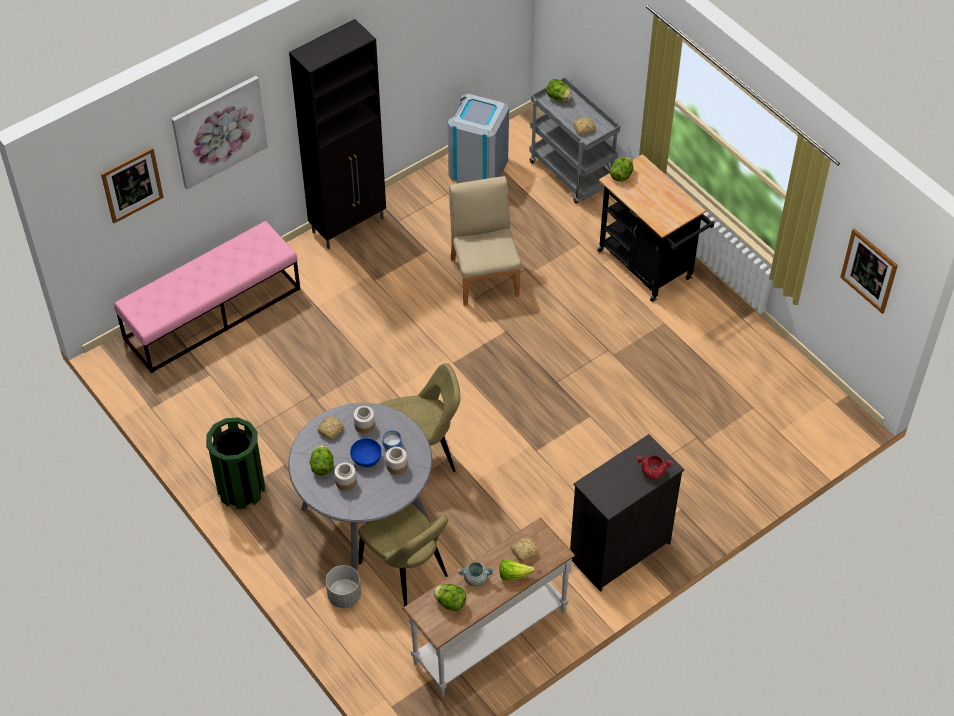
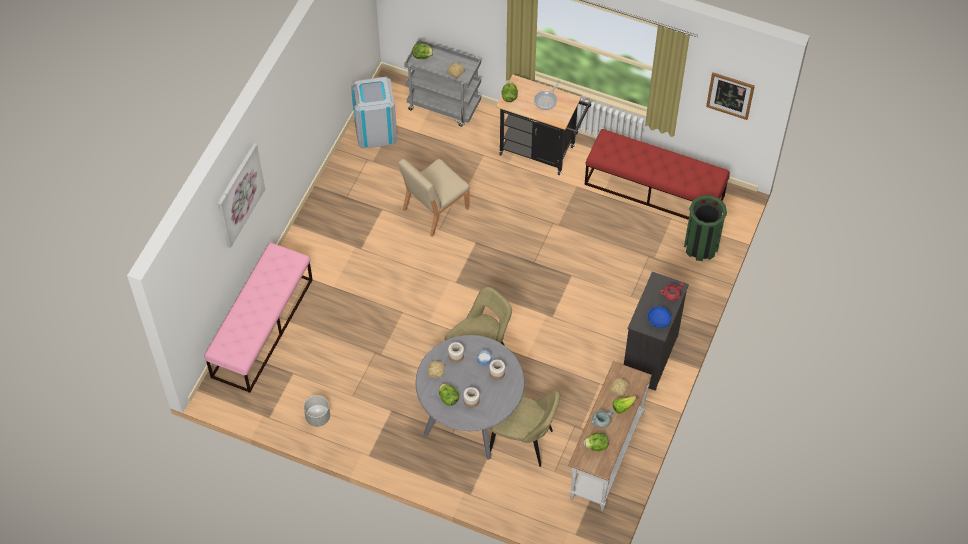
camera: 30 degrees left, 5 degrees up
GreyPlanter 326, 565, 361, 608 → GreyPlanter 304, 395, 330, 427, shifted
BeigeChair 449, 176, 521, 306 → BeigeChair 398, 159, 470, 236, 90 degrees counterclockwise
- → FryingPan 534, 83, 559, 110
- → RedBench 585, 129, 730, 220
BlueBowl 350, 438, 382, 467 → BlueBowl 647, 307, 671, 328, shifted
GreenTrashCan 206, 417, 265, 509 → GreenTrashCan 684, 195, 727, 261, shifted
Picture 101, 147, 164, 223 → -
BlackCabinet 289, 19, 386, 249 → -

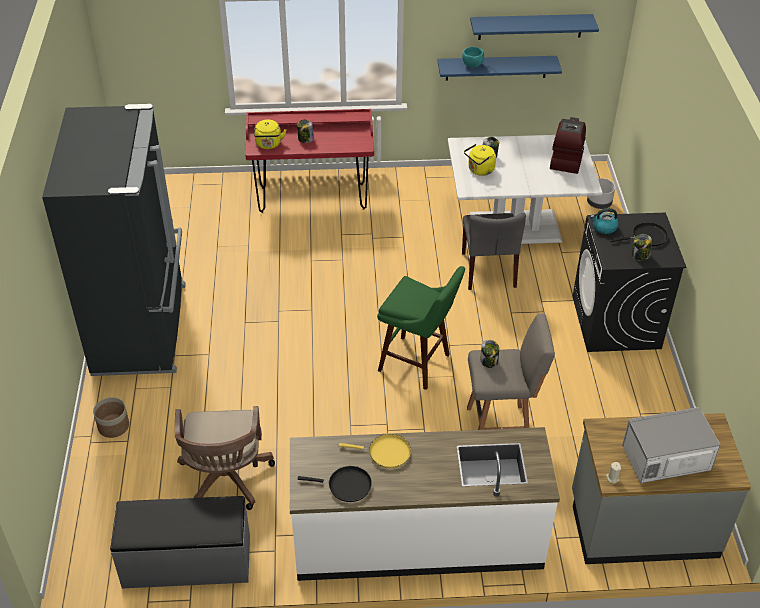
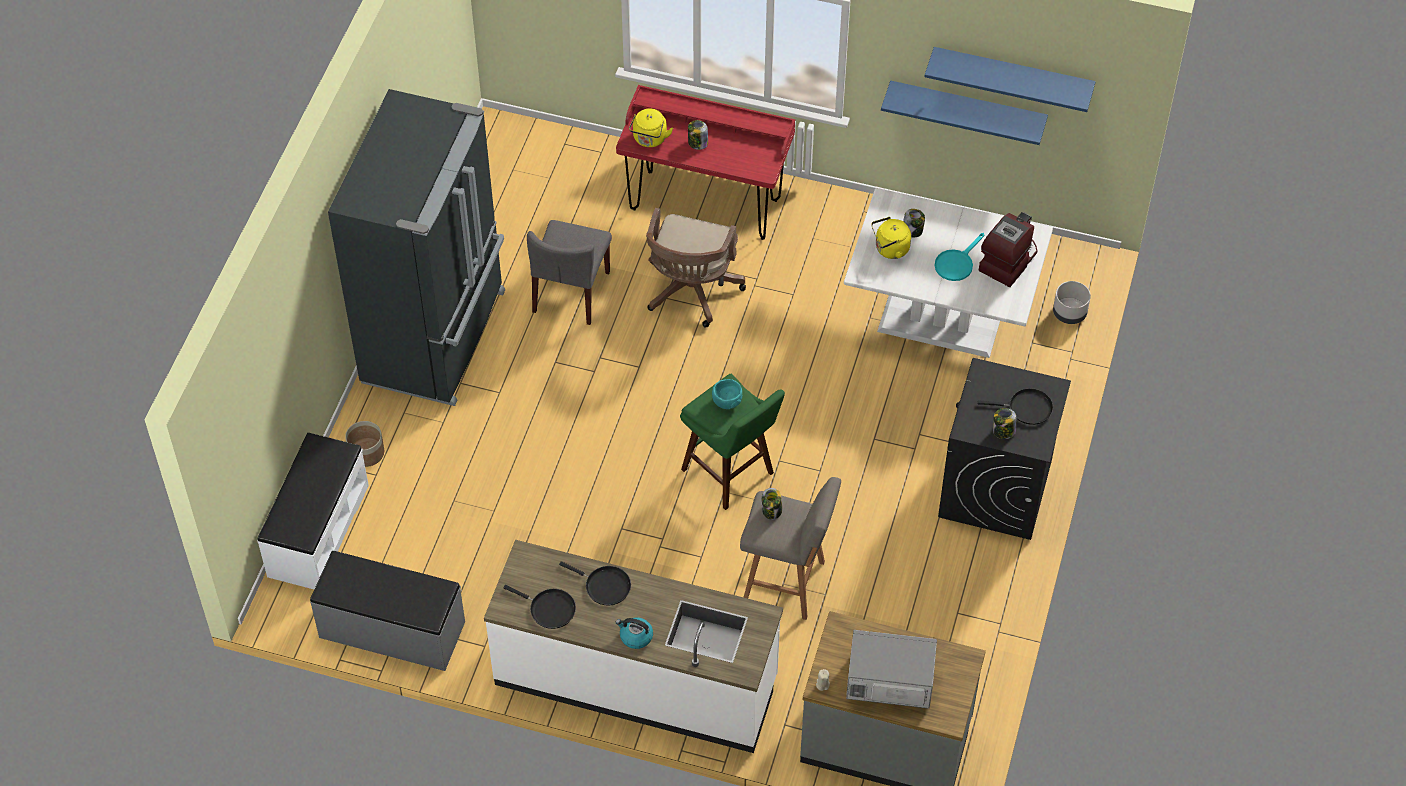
camera: 20 degrees right, 10 degrees up
- → WhiteBench 257, 433, 369, 589
GreyChair 462, 212, 526, 290 → GreyChair 527, 220, 612, 325, shifted
YellowFryingPan 339, 434, 411, 469 → BlackFryingPan 559, 561, 631, 606
Kettle 590, 208, 619, 234 → Kettle 616, 618, 653, 649, shifted
BrownOfficeChair 175, 406, 275, 510 → BrownOfficeChair 646, 208, 746, 328, shifted
TurquoiseBowl 462, 47, 484, 67 → TurquoiseBowl 712, 379, 742, 409, shifted
- → TurquoiseFryingPan 934, 233, 984, 281

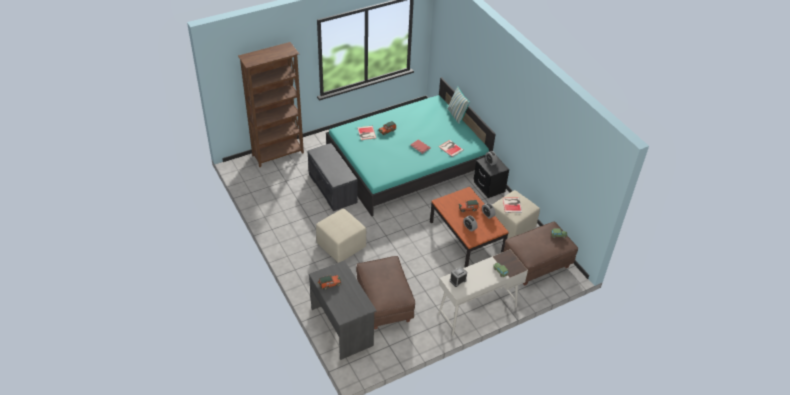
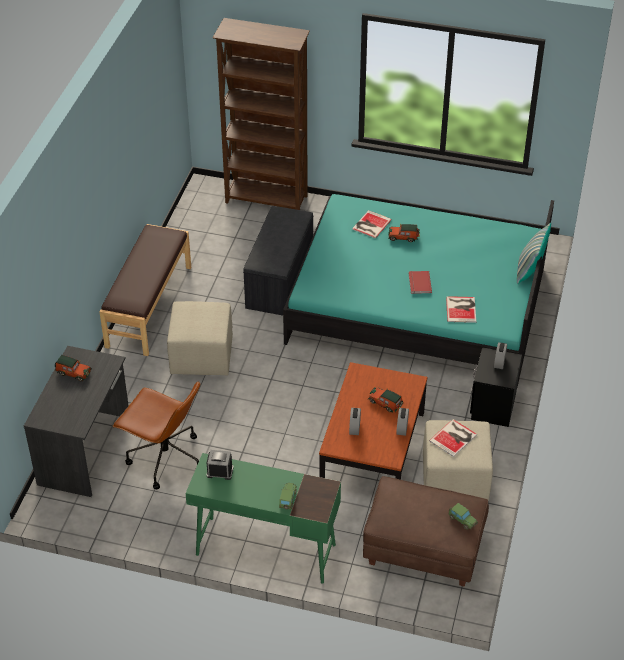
camera: 45 degrees right, 0 degrees up
- → BrownBench 99, 224, 191, 356
BrownOttoman 356, 256, 415, 329 → BrownOfficeChair 113, 381, 200, 489
WhiteDesk 438, 249, 528, 335 → GreenDesk 186, 453, 341, 584

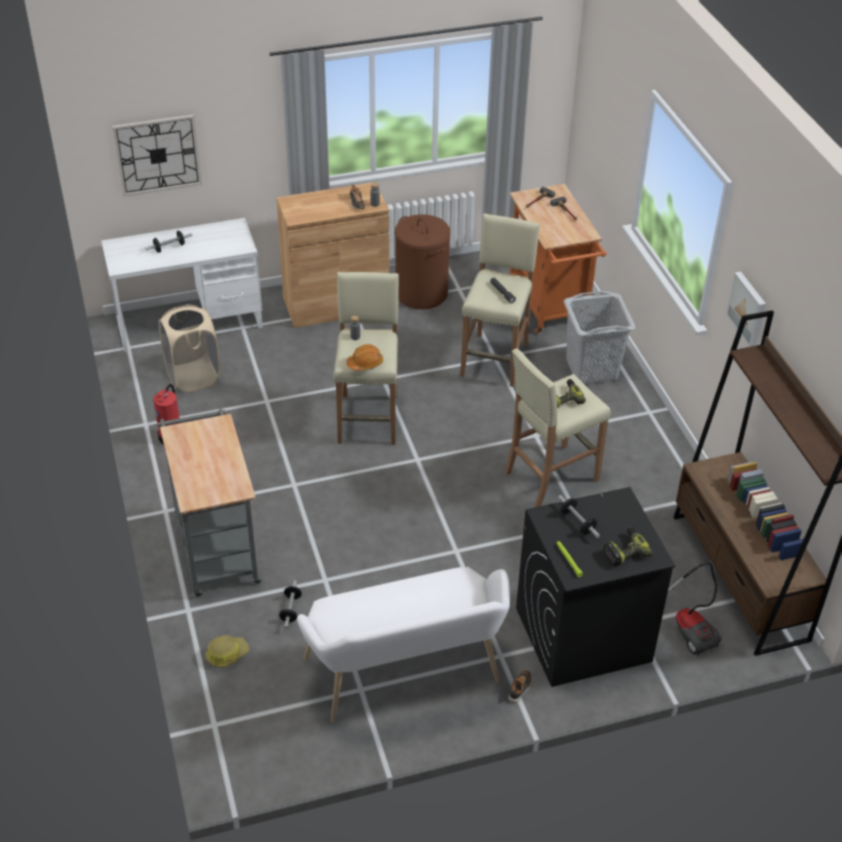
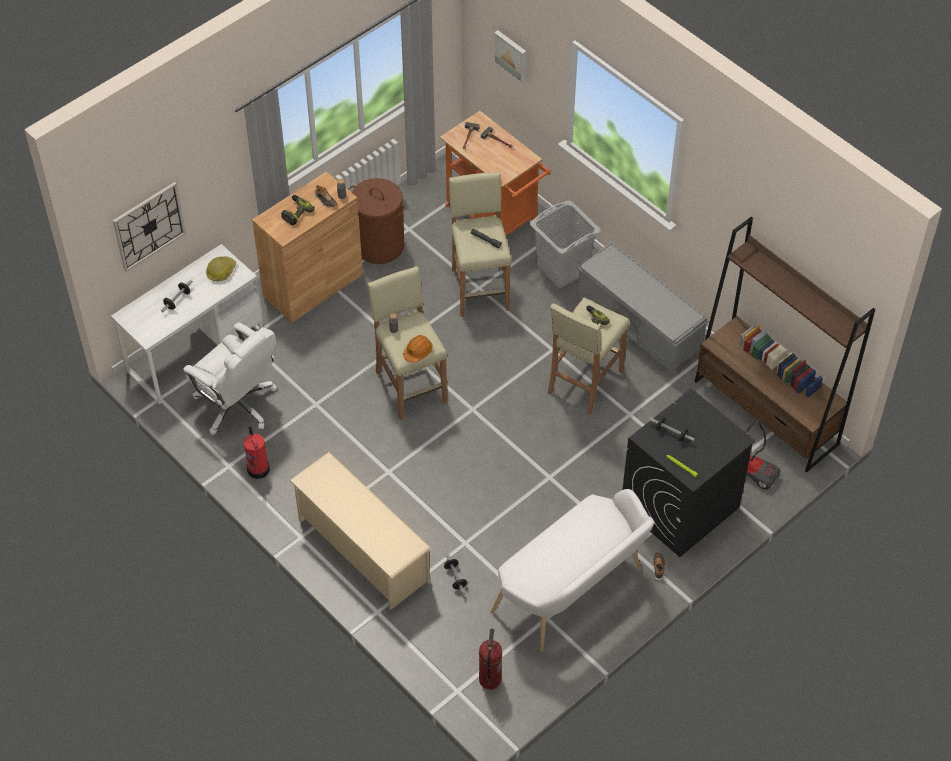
camera: 25 degrees left, 10 degrees up
BeigeLaundryBasket 159, 305, 221, 392 → WhiteOfficeChair 183, 323, 277, 435
HardHat 206, 636, 249, 668 → HardHat 206, 256, 236, 281, shifted
PowerDrill 604, 527, 653, 566 → PowerDrill 281, 195, 315, 226, shifted
GreyCart 158, 408, 262, 598 → BeigeShoeRack 289, 452, 431, 610
- → FireExtinguisher 479, 628, 502, 689
Picture 726, 271, 766, 347 → Picture 494, 30, 527, 84, shifted
- → GreyBench 577, 242, 709, 378

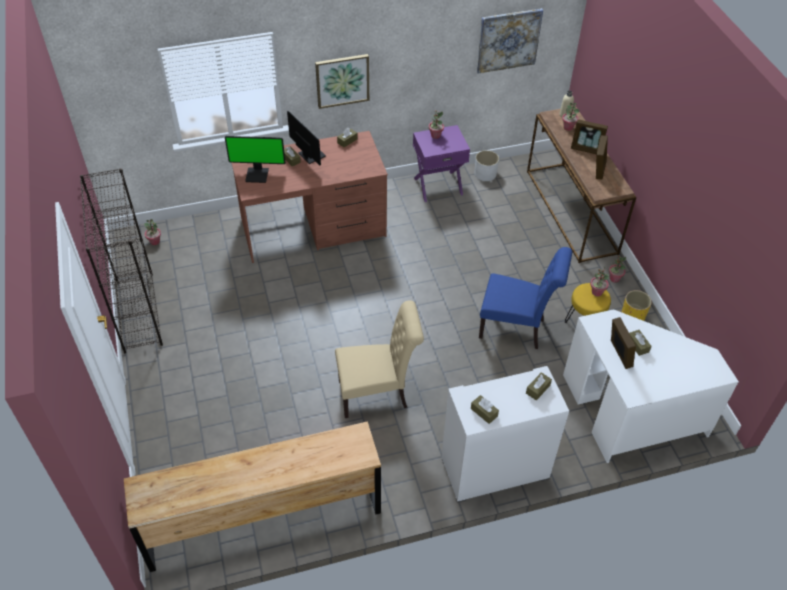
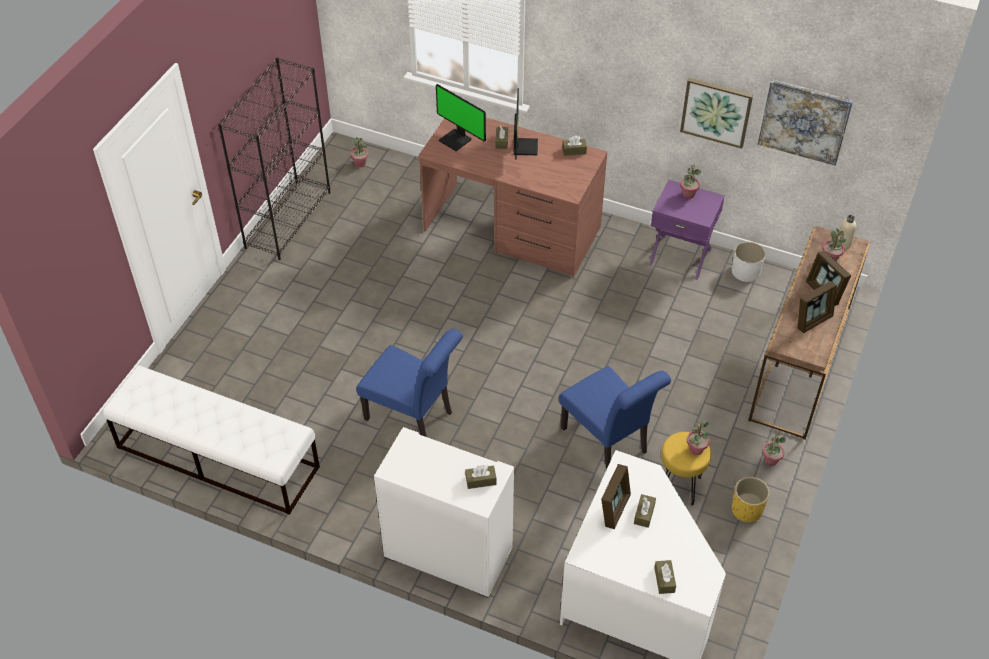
camera: 40 degrees right, 0 degrees up
BrownDresser 124, 421, 381, 572 → WhiteBench 103, 365, 320, 515
BeigeChair 335, 300, 424, 418 → BlueChair 356, 329, 463, 437
BrownTissueBox 471, 395, 499, 424 → BrownTissueBox 654, 560, 676, 594, shifted
Picture 315, 54, 369, 109 → Picture 680, 78, 753, 149, shifted

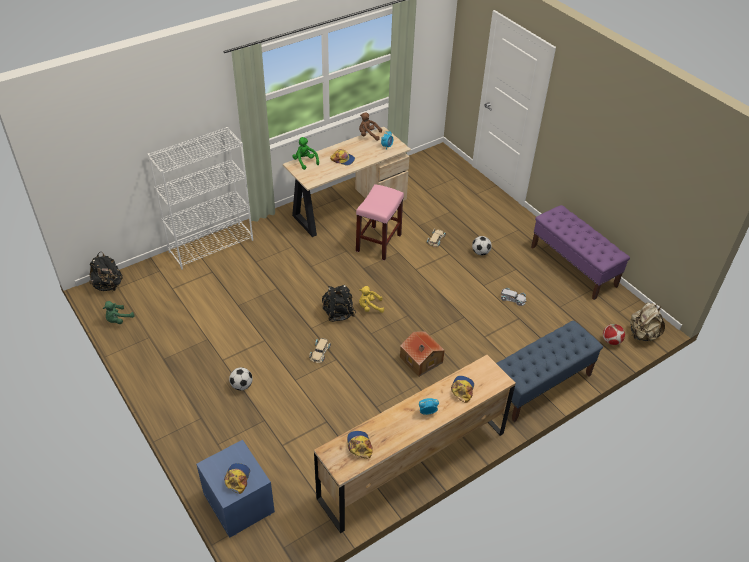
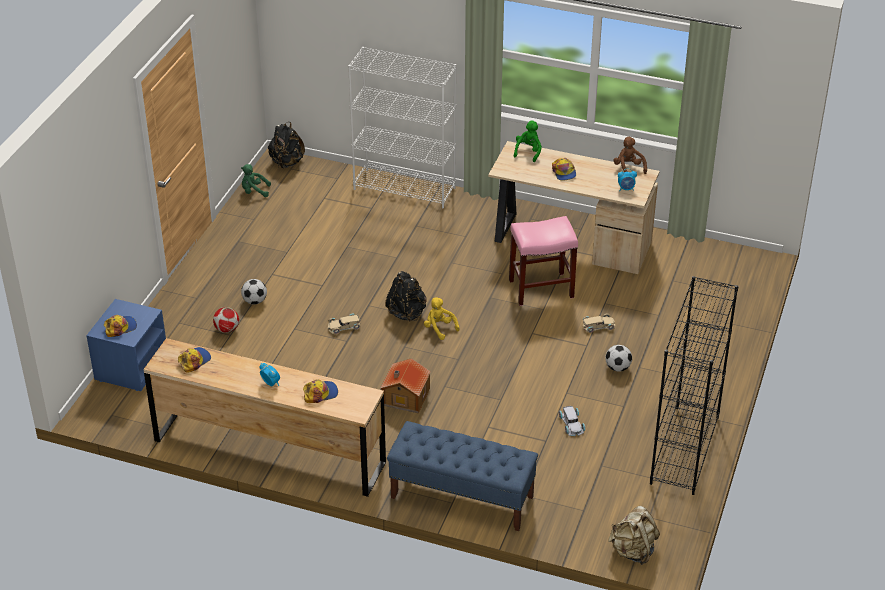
camera: 55 degrees right, 5 degrees down
Football 603, 324, 625, 345 → Football 213, 307, 239, 333, shifted
PurpleBench 531, 205, 630, 300 → BlackBookcase 650, 276, 738, 495

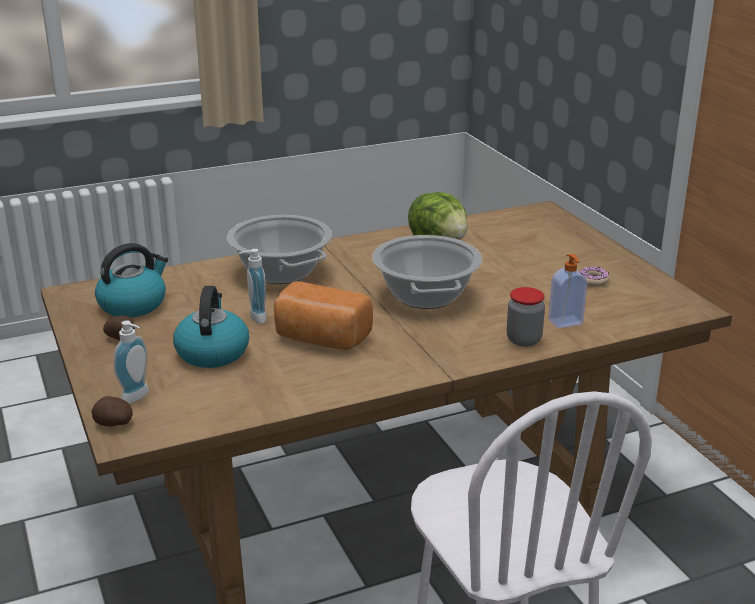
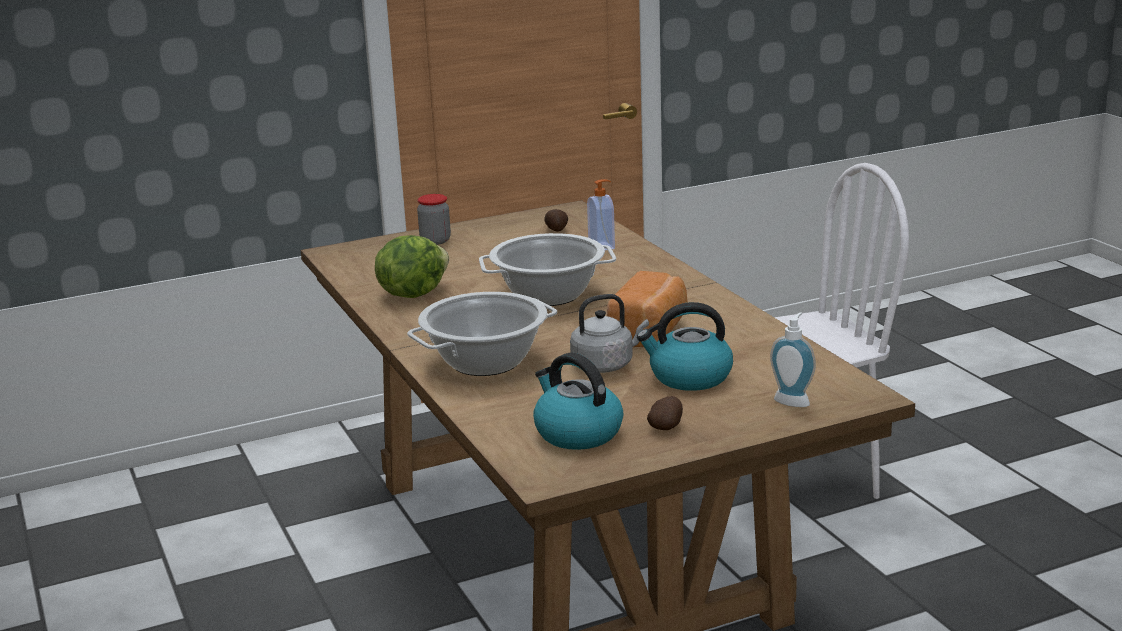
camera: 90 degrees left, 5 degrees down
Jar 507, 287, 545, 347 → Jar 417, 194, 451, 245, shifted
Potato 91, 396, 133, 427 → Potato 544, 209, 568, 232, shifted
SoapDispenser 239, 249, 267, 324 → GreyKettle 570, 294, 649, 373
Donut 579, 267, 609, 287 → -

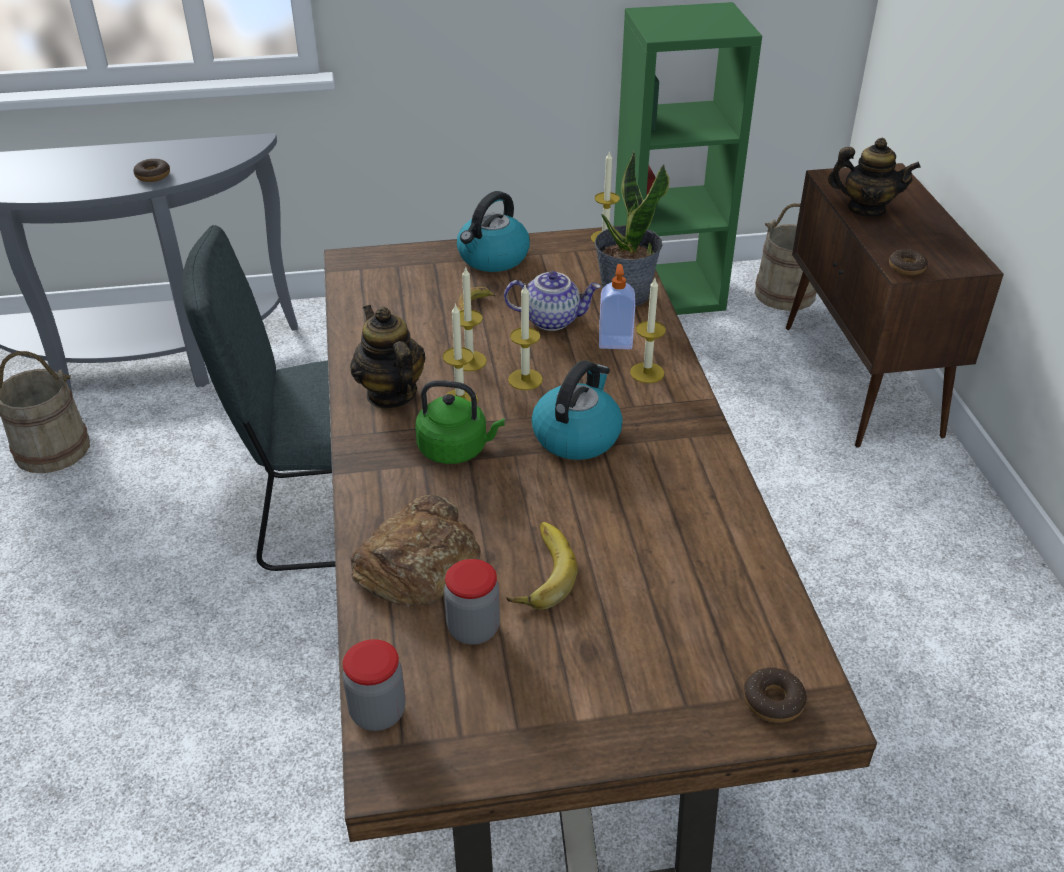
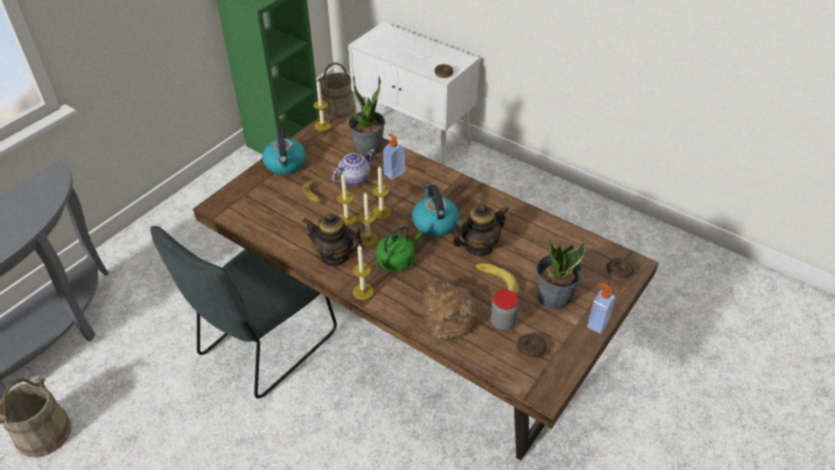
camera: 45 degrees left, 5 degrees up
BrownCabinet 786, 163, 1004, 448 → WhiteCabinet 348, 22, 480, 166
Candle 630, 279, 666, 383 → Candle 352, 244, 374, 300, shifted
Teapot 828, 137, 921, 217 → Teapot 452, 203, 509, 256, shifted
Donut 133, 158, 170, 182 → Donut 517, 334, 546, 360, shifted
- → PottedPlant 536, 235, 587, 310
- → SoapDispenser 587, 283, 616, 334
Jar 343, 639, 405, 731 → -

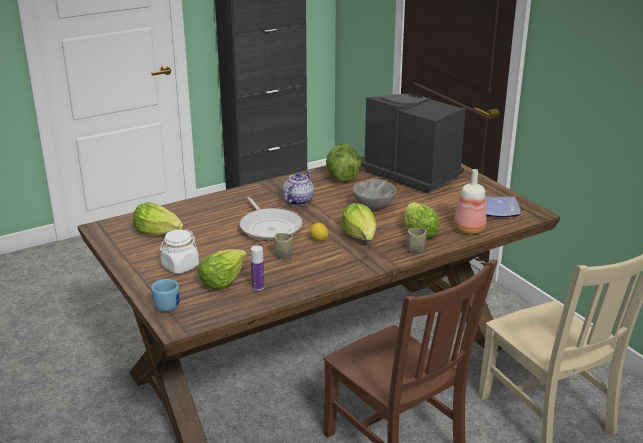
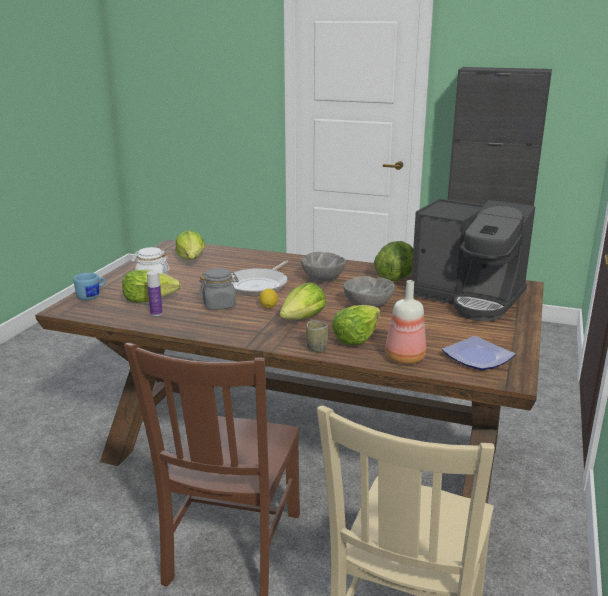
camera: 50 degrees right, 5 degrees down
Cup 274, 233, 293, 259 → GreyJar 199, 268, 239, 310
Teapot 283, 171, 314, 205 → GreyBowl 301, 252, 346, 281
CoffeeMachine 361, 94, 466, 194 → CoffeeMachine 411, 199, 535, 321, 120 degrees clockwise

